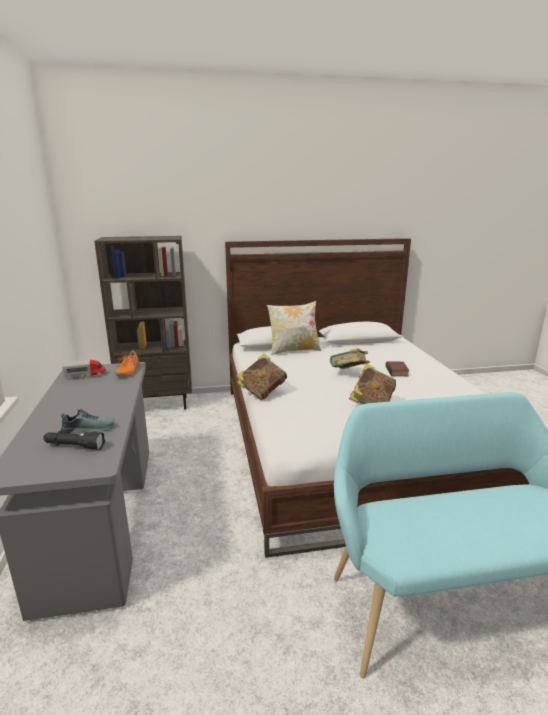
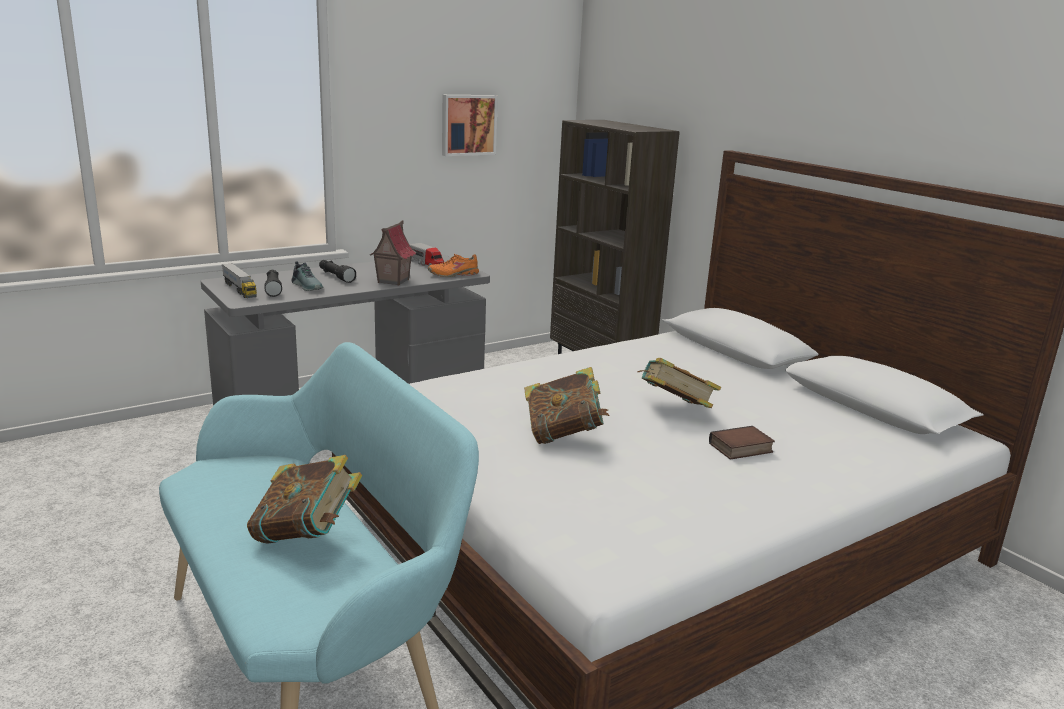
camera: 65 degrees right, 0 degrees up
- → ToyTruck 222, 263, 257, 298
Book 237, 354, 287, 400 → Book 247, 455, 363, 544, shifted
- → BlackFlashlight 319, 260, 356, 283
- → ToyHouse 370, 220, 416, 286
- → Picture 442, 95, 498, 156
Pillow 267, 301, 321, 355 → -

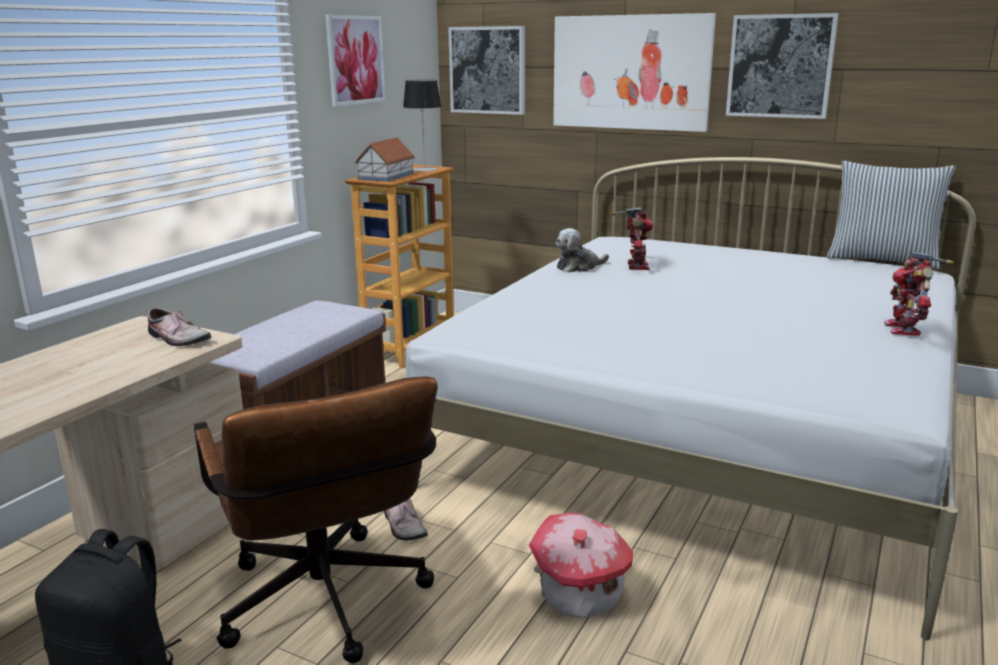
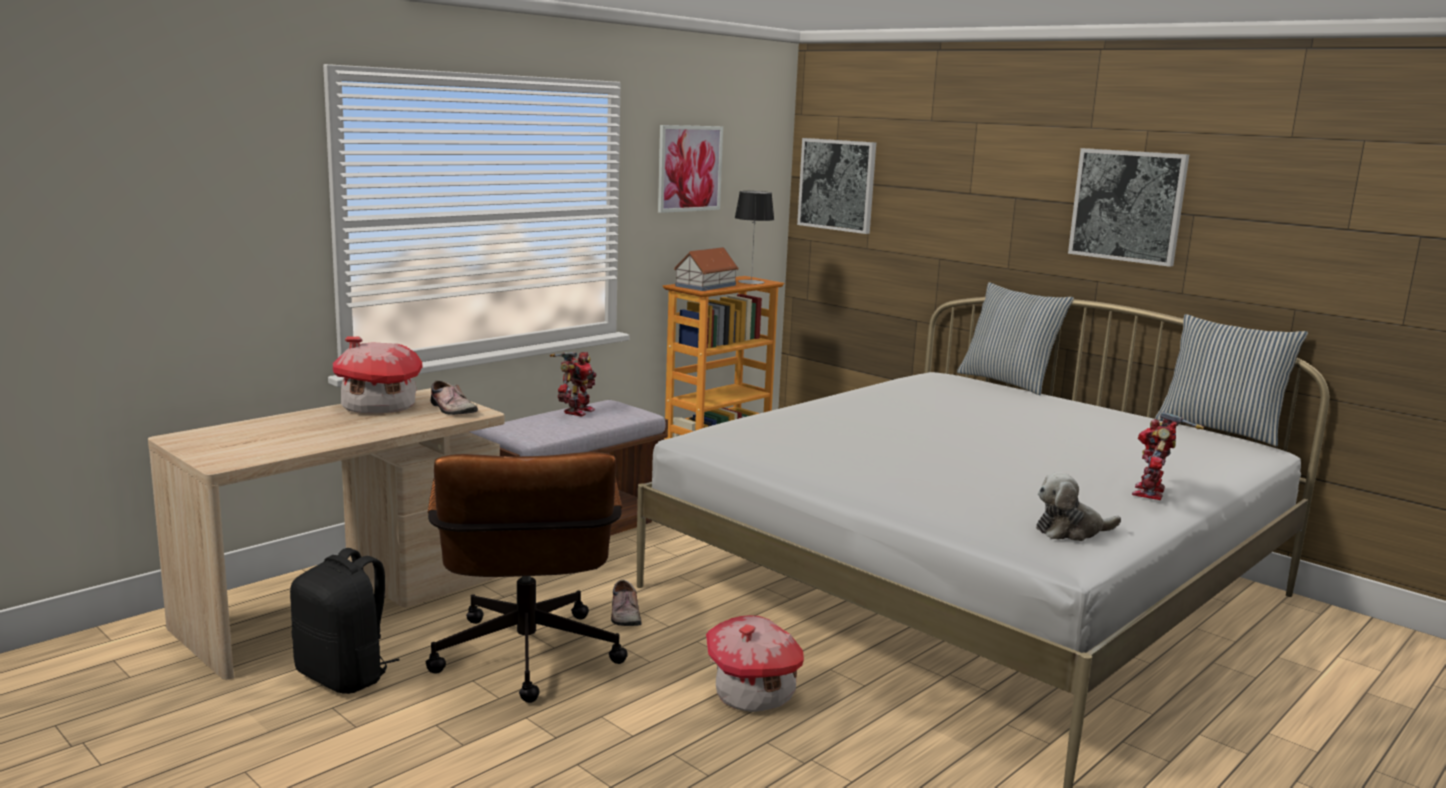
camera: 15 degrees right, 5 degrees down
- → ToyHouse 333, 336, 422, 413
ToyRobot 610, 207, 653, 270 → ToyRobot 550, 352, 597, 417, shifted
- → Pillow 957, 282, 1074, 395
PlushToy 556, 228, 609, 273 → PlushToy 1036, 472, 1121, 541, shifted
Picture 553, 13, 716, 132 → -

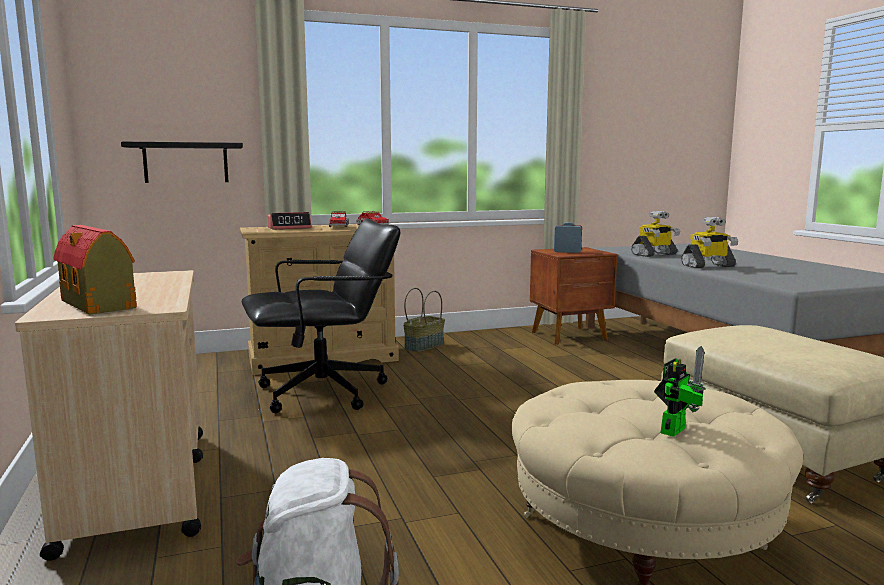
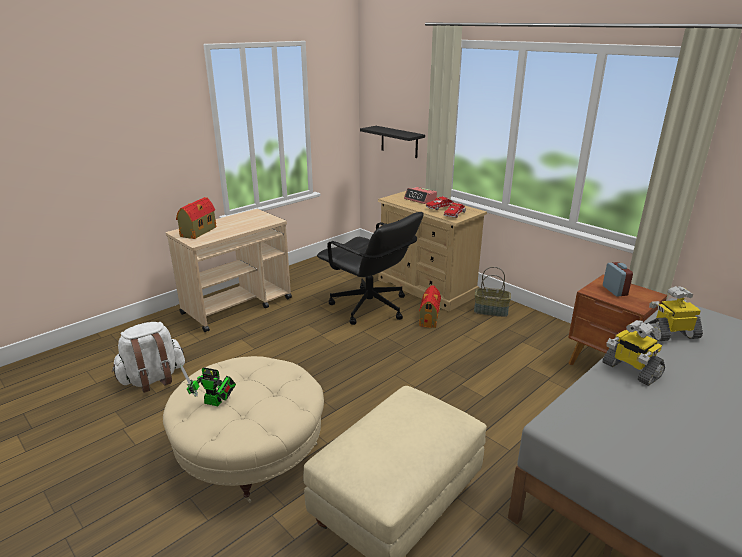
camera: 65 degrees right, 15 degrees up
- → ToyHouse 419, 285, 441, 328
ToyRobot 631, 211, 680, 257 → ToyRobot 646, 286, 703, 341, 135 degrees clockwise

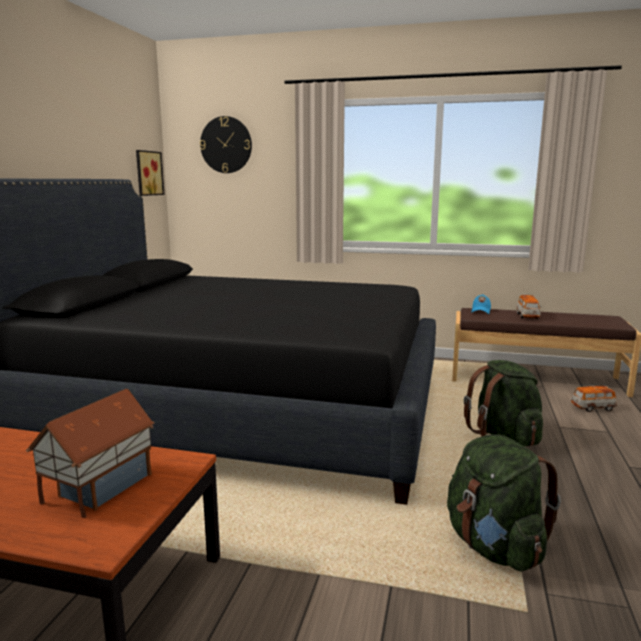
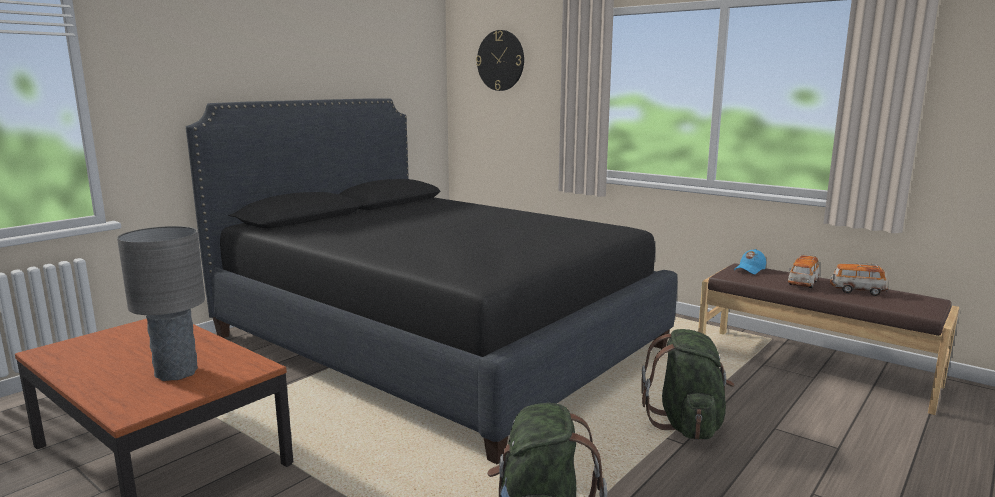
camera: 25 degrees right, 0 degrees up
ToyHouse 26, 389, 154, 518 → GreyTableLamp 117, 226, 205, 381
ToyCar 571, 384, 617, 412 → ToyCar 830, 263, 888, 296, shifted
Picture 136, 150, 164, 196 → -

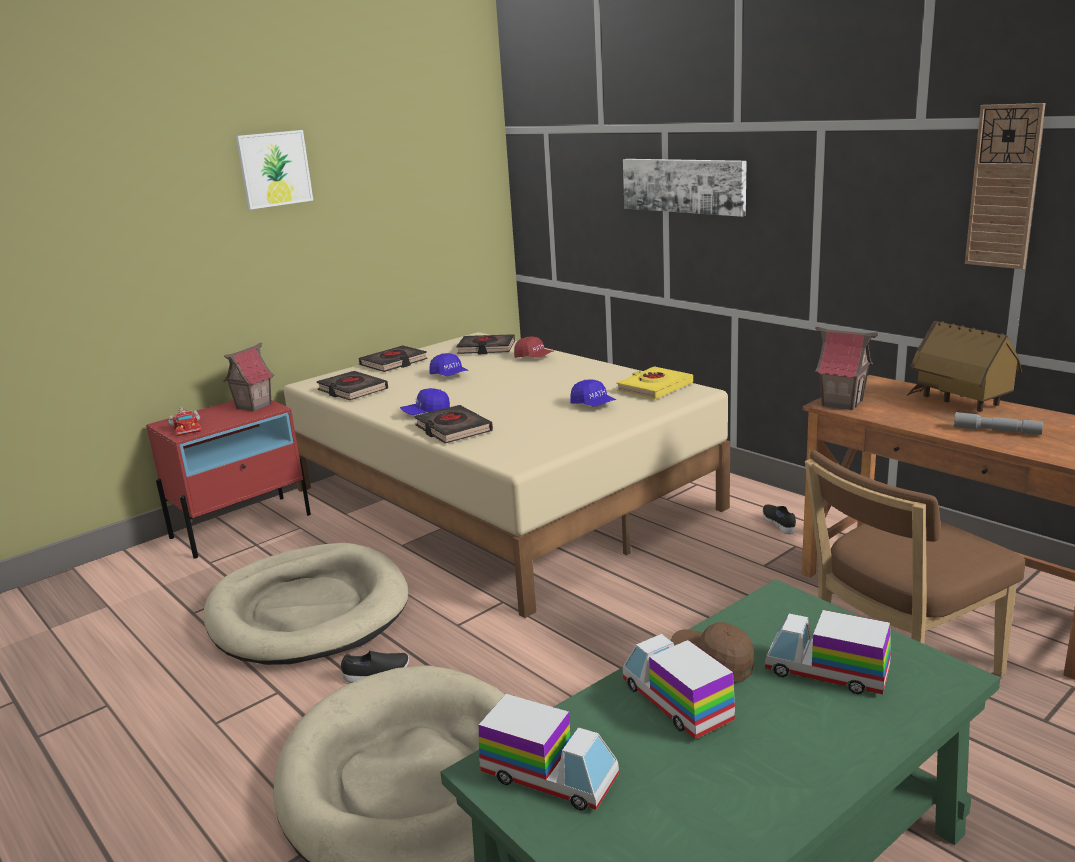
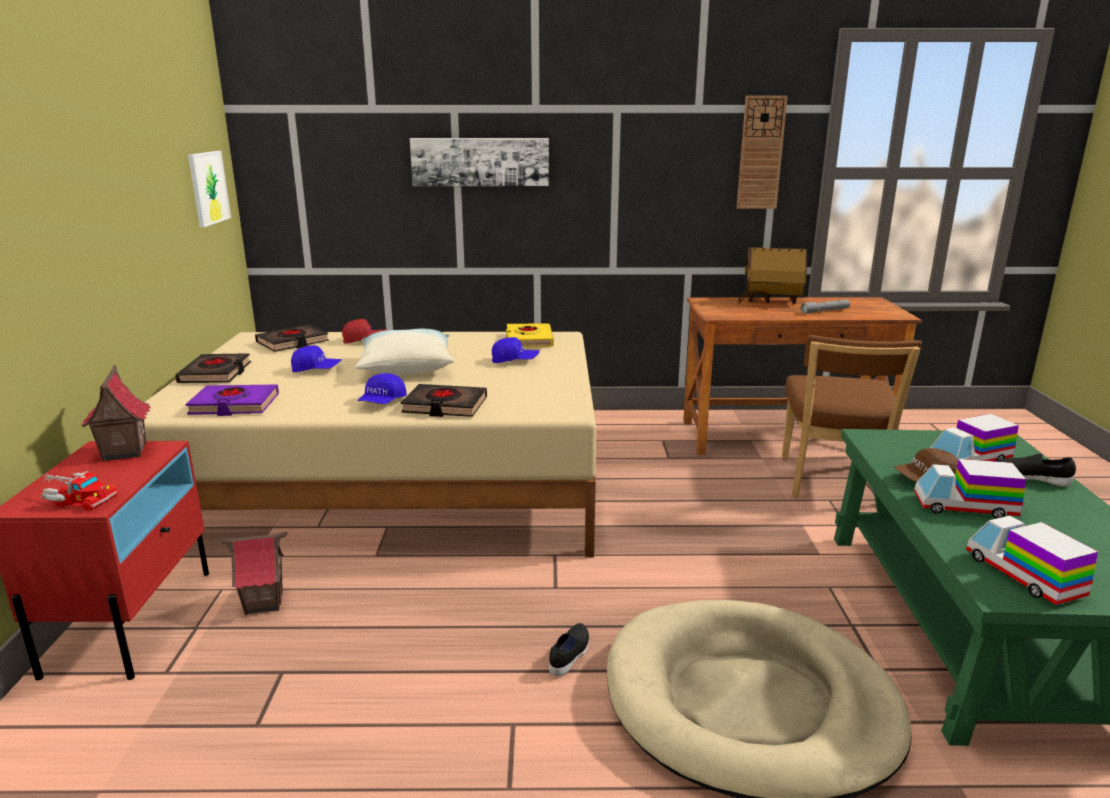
camera: 50 degrees left, 0 degrees up
BlackBook 316, 371, 388, 400 → PurpleBook 186, 384, 279, 416
Picture 236, 130, 313, 210 → Picture 188, 151, 231, 227, shifted
ToyHouse 815, 327, 878, 410 → ToyHouse 219, 532, 288, 615, shifted
- → Pillow 355, 329, 454, 375
ToyTruck 479, 694, 619, 810 → ToyTruck 966, 516, 1098, 605, 90 degrees counterclockwise
BlackShoe 763, 504, 796, 535 → BlackShoe 996, 453, 1076, 486, shifted
BeigeDogBed 204, 543, 409, 665 → -

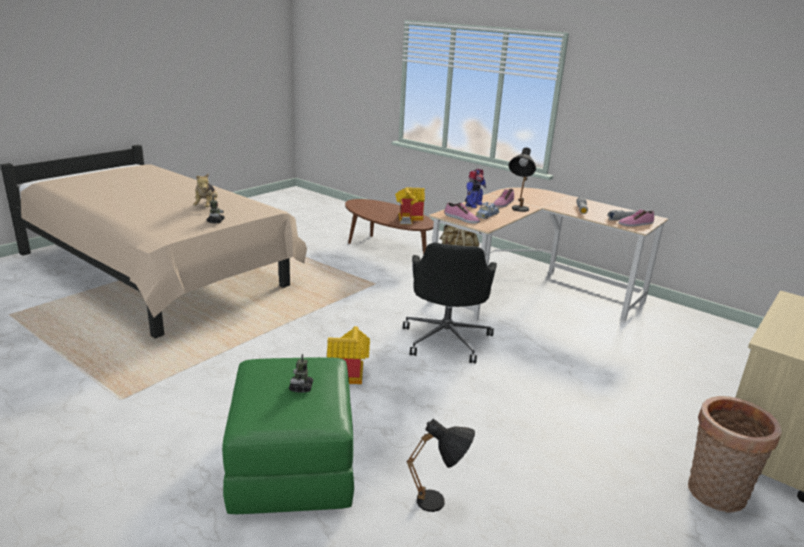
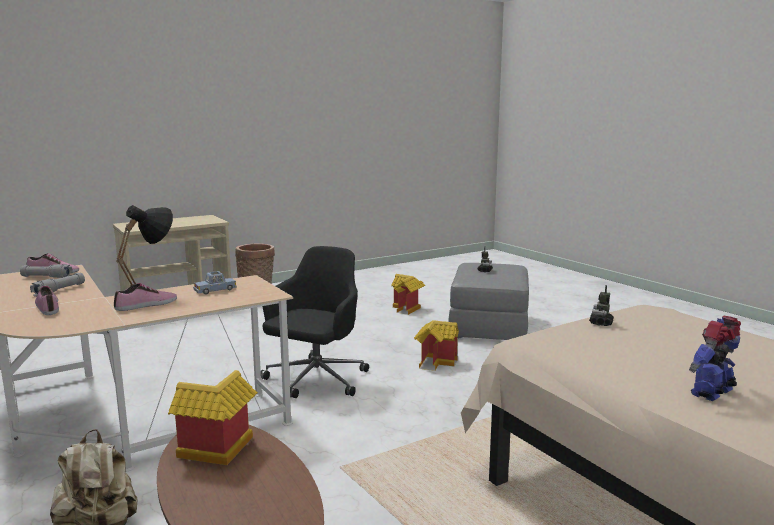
camera: 160 degrees left, 10 degrees down
Shoe 445, 202, 480, 223 → Shoe 35, 286, 59, 315, shifted
BlackTableLamp 407, 419, 475, 512 → ToyHouse 391, 274, 425, 315
GreenOttoman 222, 357, 354, 514 → GreyOttoman 448, 263, 529, 340
ToyRobot 465, 169, 486, 208 → ToyRobot 689, 315, 741, 401, shifted
PlushToy 193, 173, 218, 207 → -

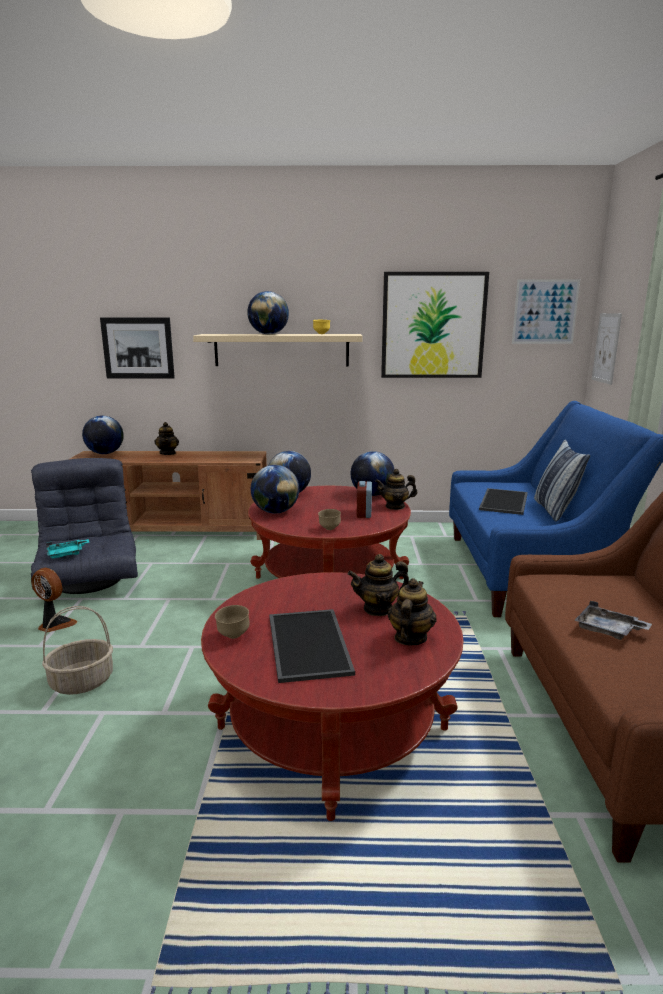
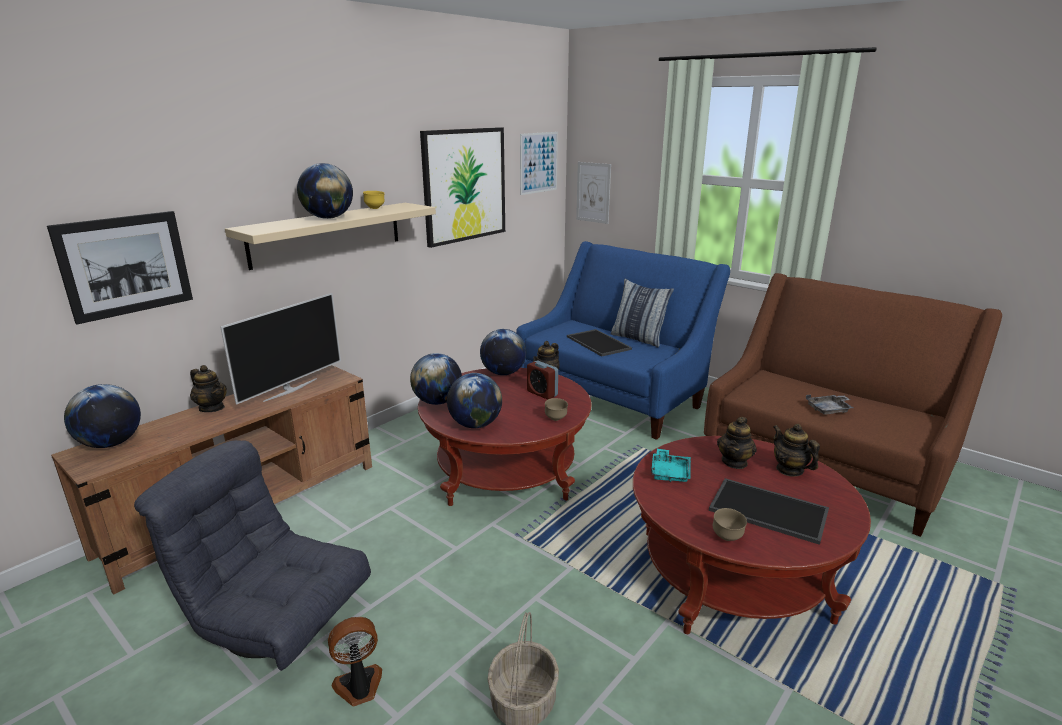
camera: 50 degrees left, 5 degrees up
- → Television 220, 293, 341, 405
TurquoiseTray 46, 539, 89, 559 → TurquoiseTray 651, 449, 691, 482, shifted

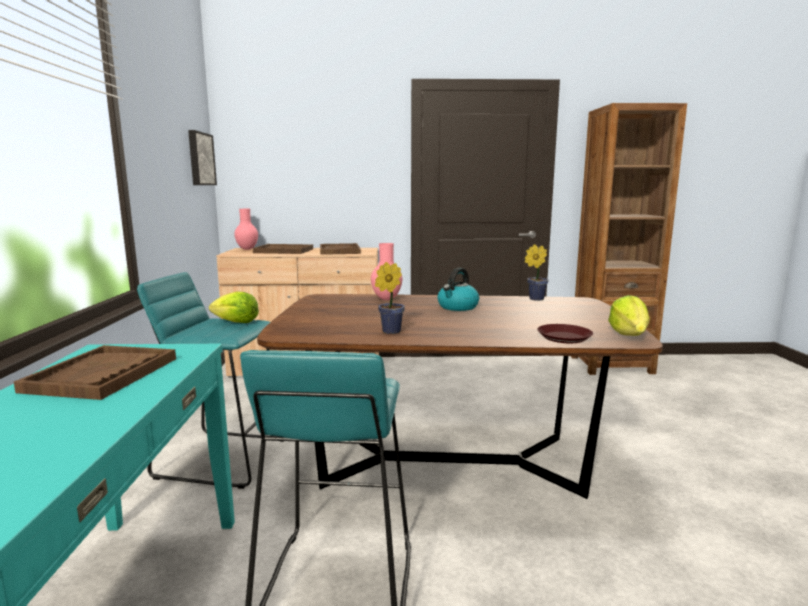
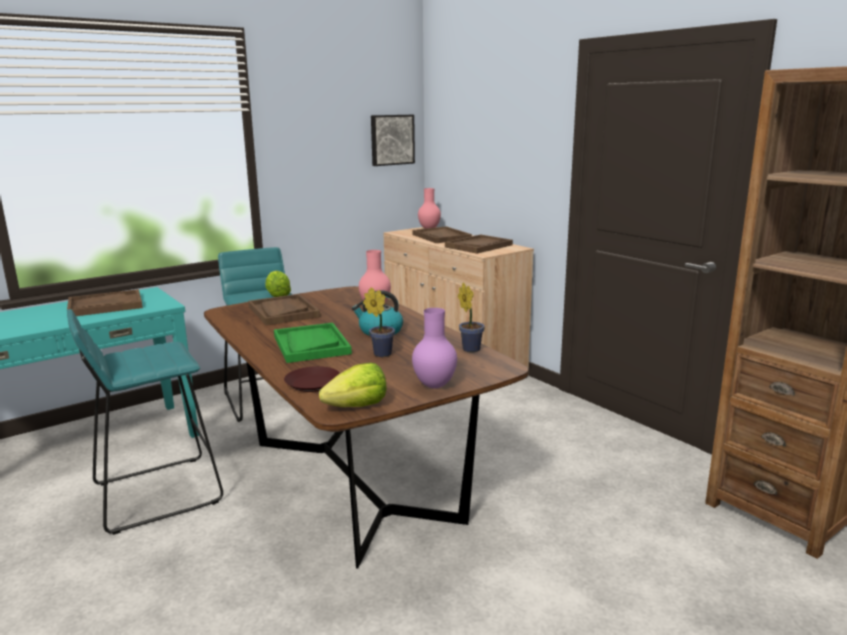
camera: 55 degrees right, 5 degrees up
- → BrownTray 248, 294, 320, 326
- → GreenTray 274, 323, 352, 363
PottedPlant 375, 262, 405, 334 → PottedPlant 363, 287, 395, 357, shifted
- → PurpleVase 412, 308, 457, 388

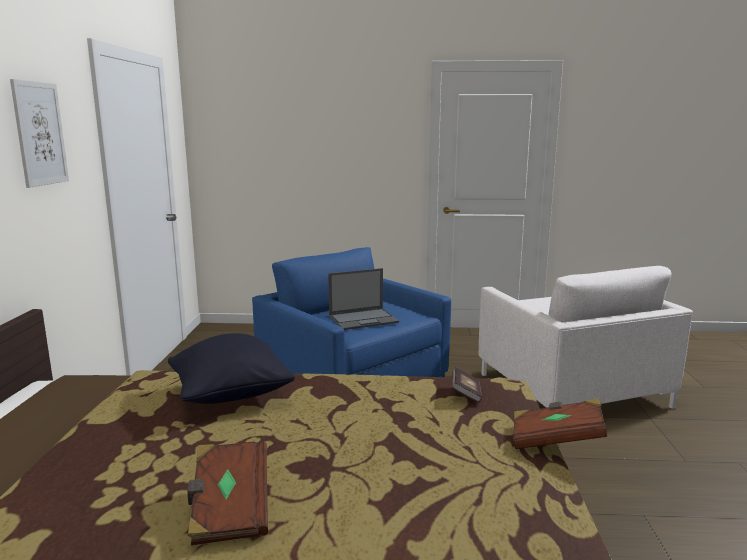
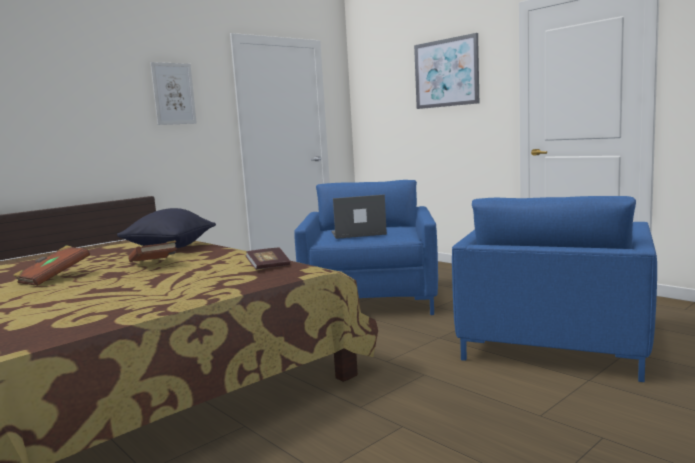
camera: 45 degrees right, 5 degrees down
BrownBook 513, 398, 607, 449 → BrownBook 128, 240, 177, 262, shifted
Laptop 328, 268, 399, 330 → Laptop 332, 194, 387, 239, 150 degrees clockwise
- → Picture 414, 33, 479, 109
WhiteArmchair 479, 266, 693, 409 → BlueArmchair 452, 196, 657, 382

